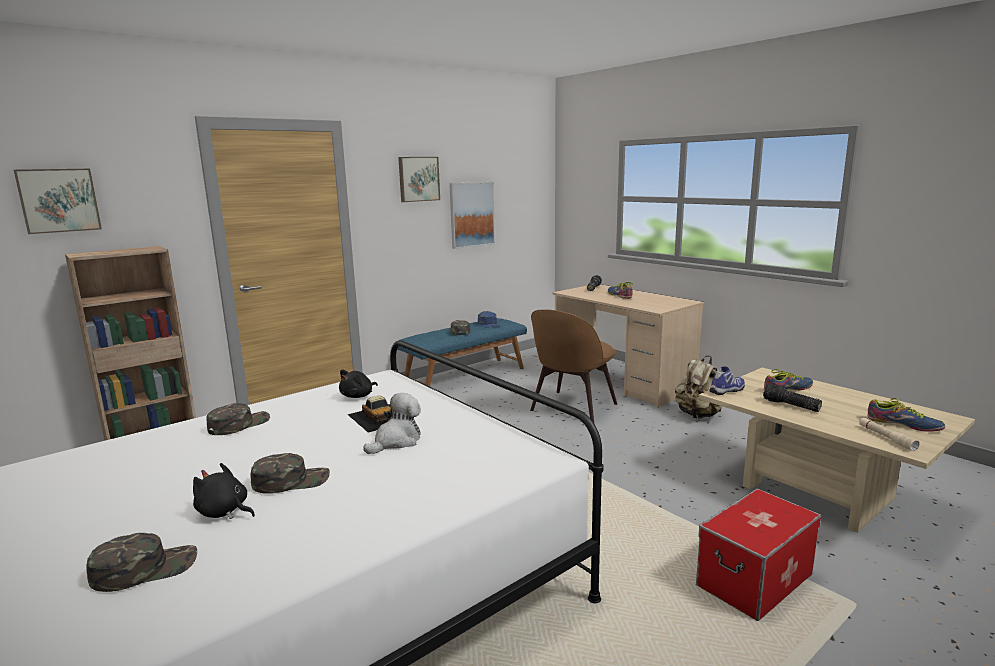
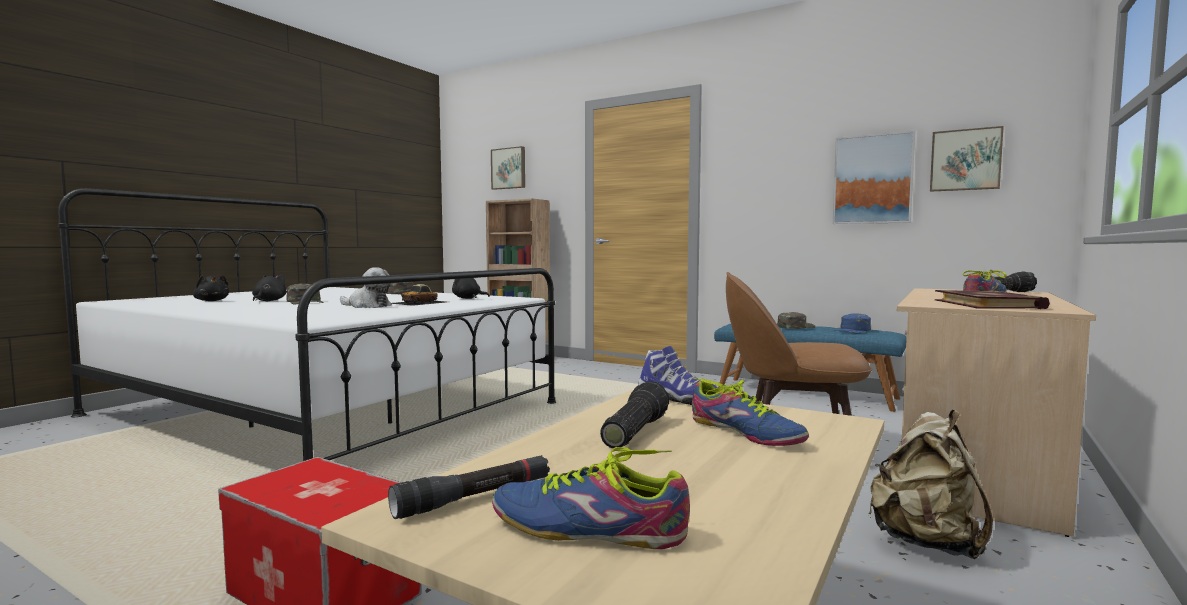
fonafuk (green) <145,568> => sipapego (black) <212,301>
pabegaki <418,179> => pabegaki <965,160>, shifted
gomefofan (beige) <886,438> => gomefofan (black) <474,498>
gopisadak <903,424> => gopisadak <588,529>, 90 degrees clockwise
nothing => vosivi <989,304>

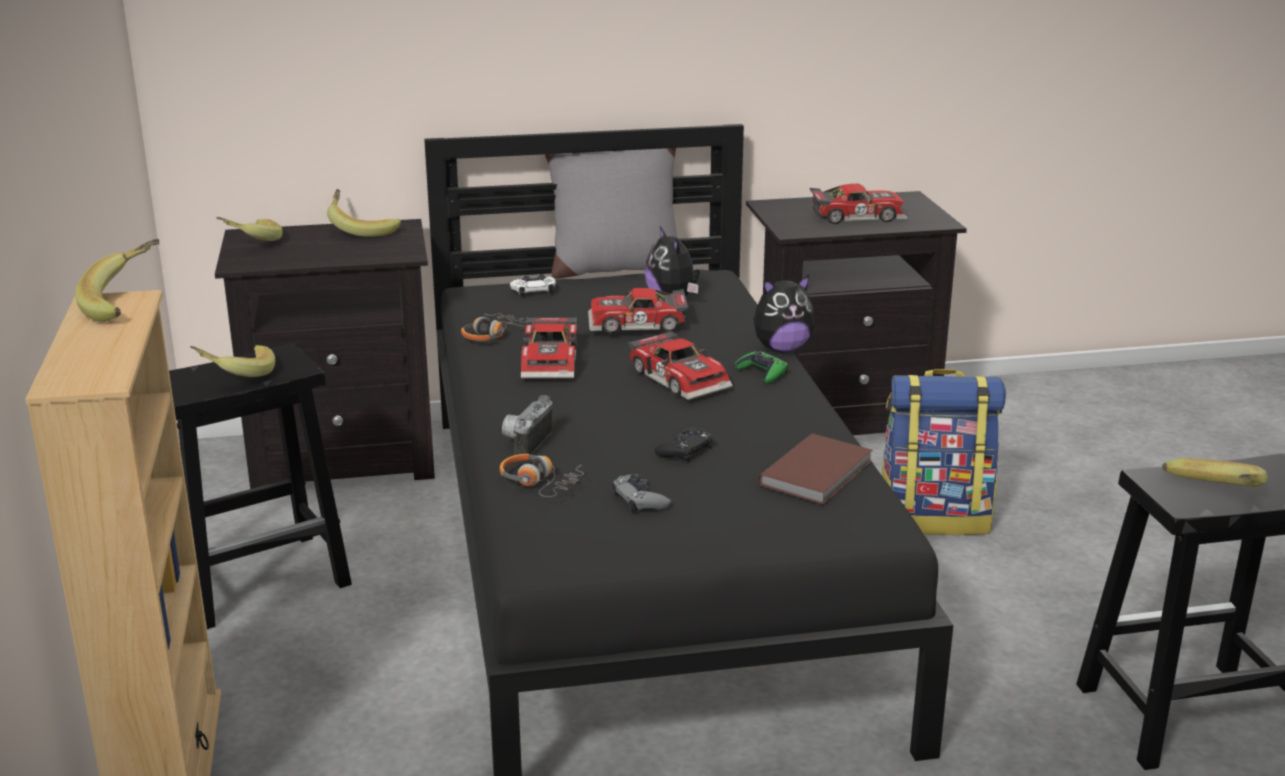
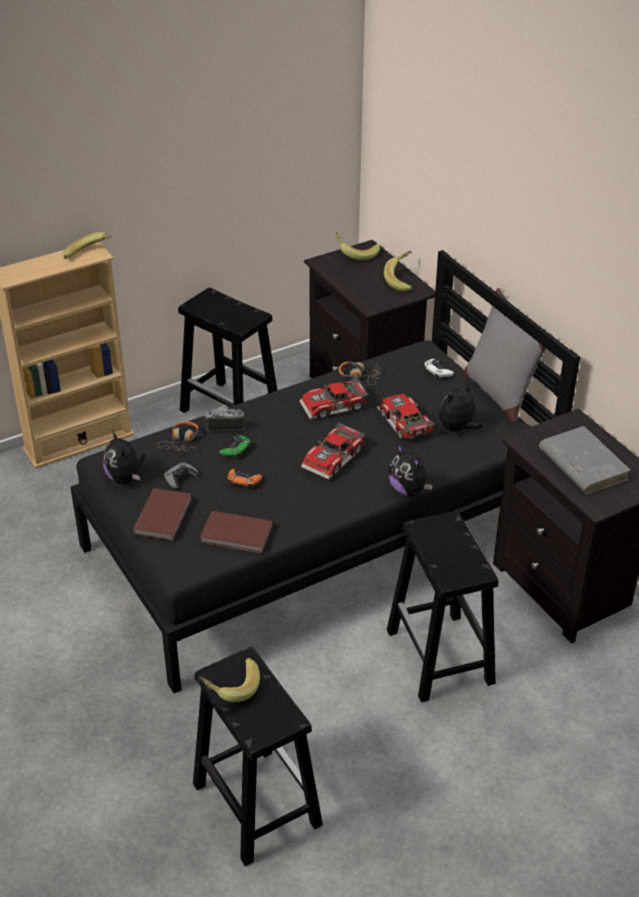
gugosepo <236,375> => nothing
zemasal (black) <685,450> => zemasal (orange) <243,481>
zemasal (green) <762,372> => zemasal (green) <236,450>, shifted
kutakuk <856,215> => vosivi (grey) <582,464>
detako <934,518> => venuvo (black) <441,658>
nothing => sipapego <125,478>
nothing => vosivi (brown) <164,516>

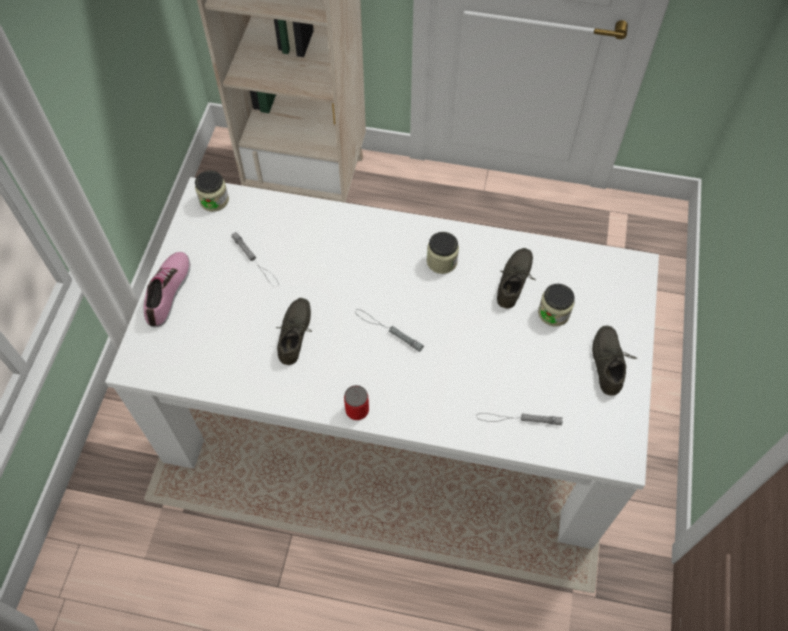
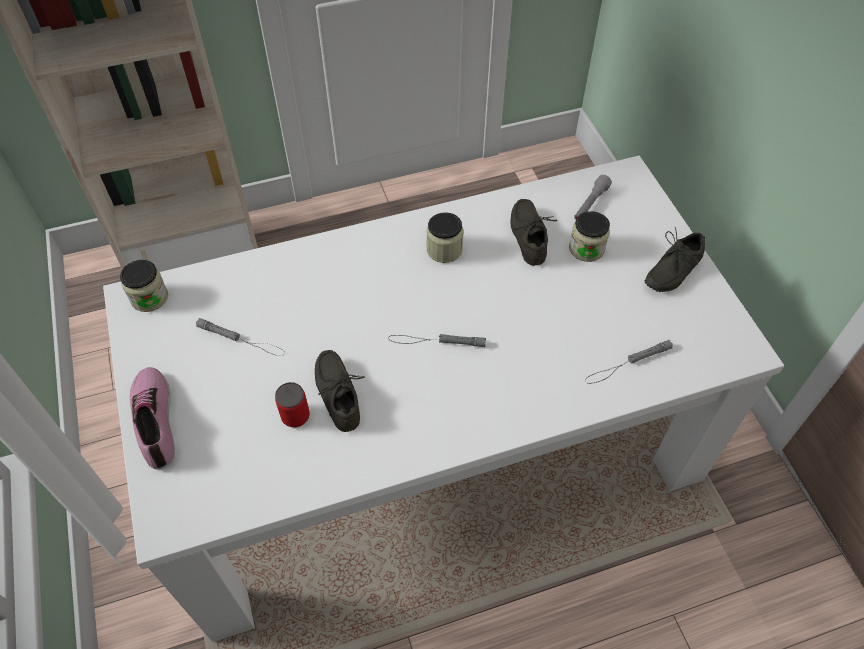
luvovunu <357,410> => luvovunu <295,416>, shifted
gopisadak (grey) <609,363> => gopisadak (grey) <670,269>, 105 degrees counterclockwise
nothing => gomefofan (grey) <590,204>

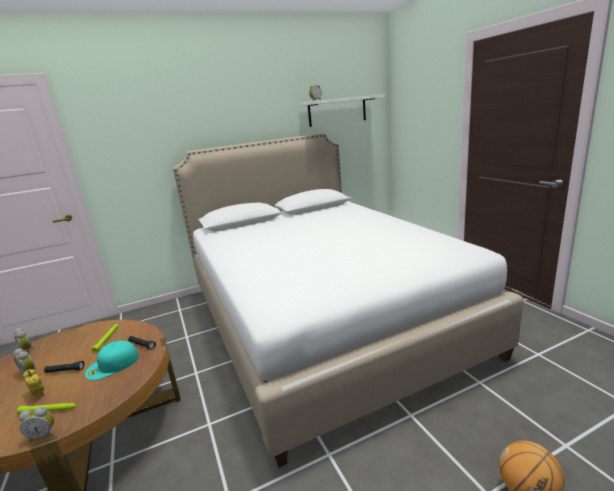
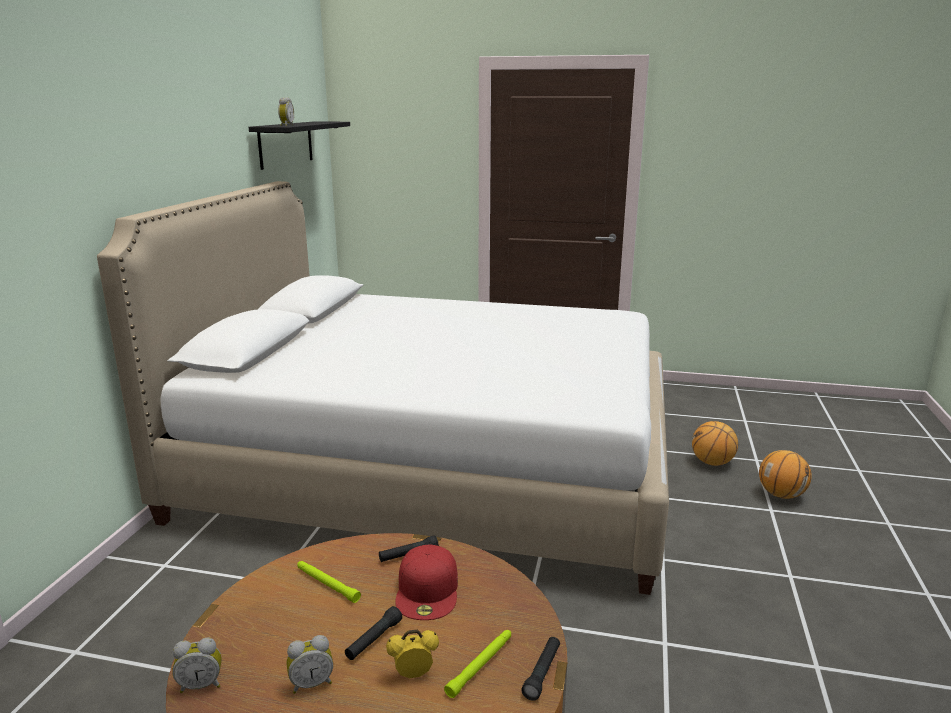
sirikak <43,435> => gomefofan (black) <542,673>
fonafuk (turquoise) <112,365> => fonafuk (red) <428,590>
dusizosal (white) <337,111> => dusizosal (black) <286,144>
nothing => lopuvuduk <712,463>

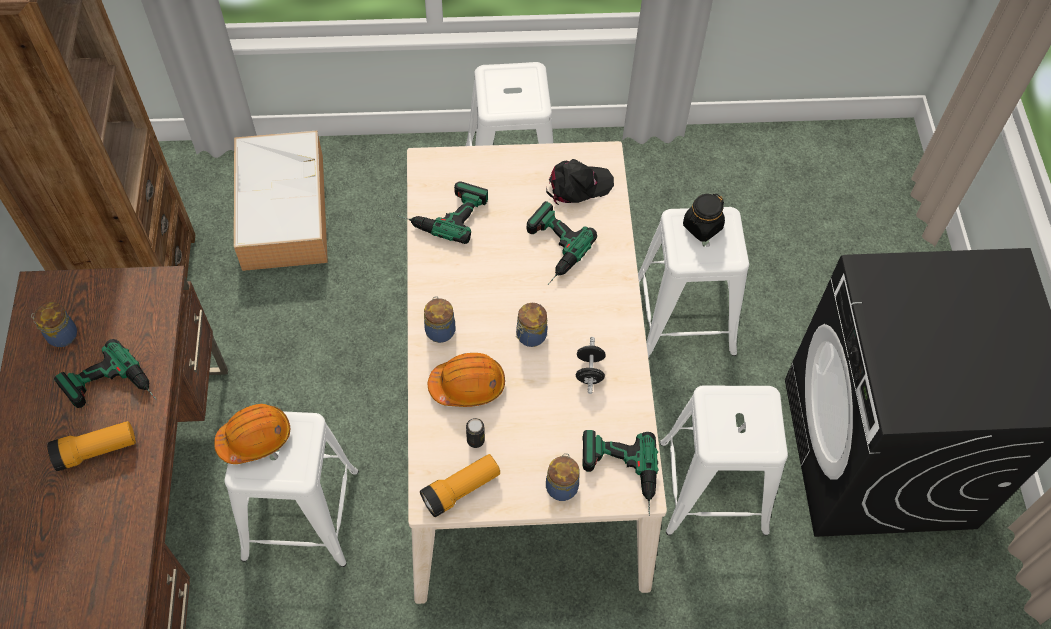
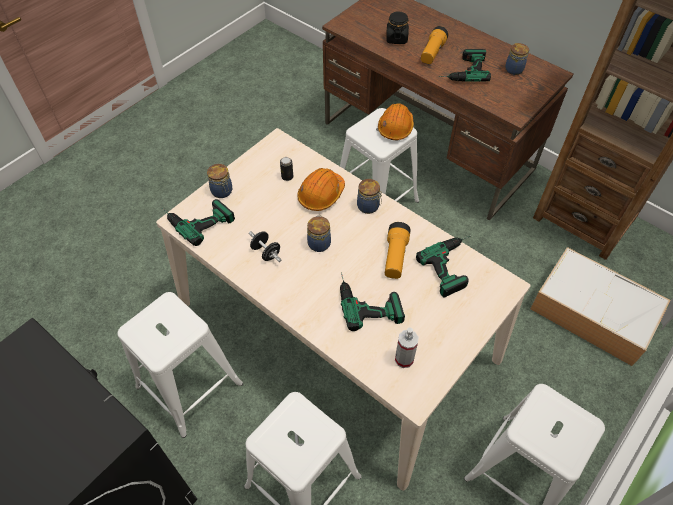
gomefofan <461,490> => gomefofan <395,256>, shifted
fonafuk (black) <578,186> => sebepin <404,359>
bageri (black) <702,227> => bageri (black) <396,38>, shifted

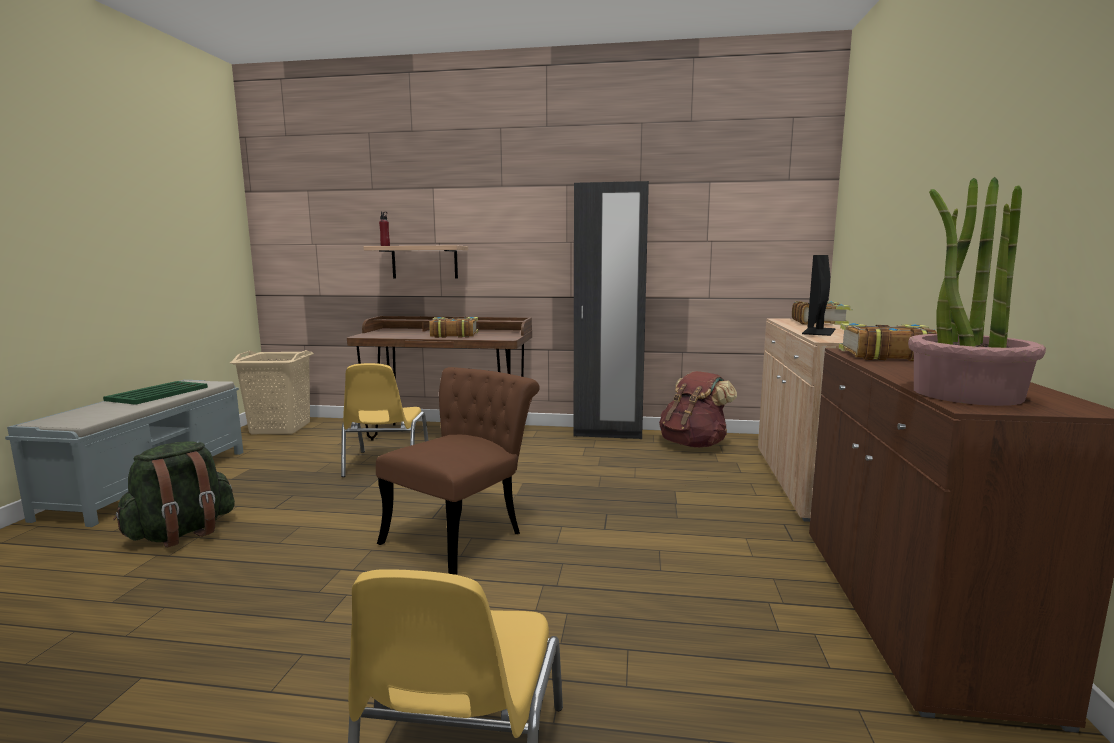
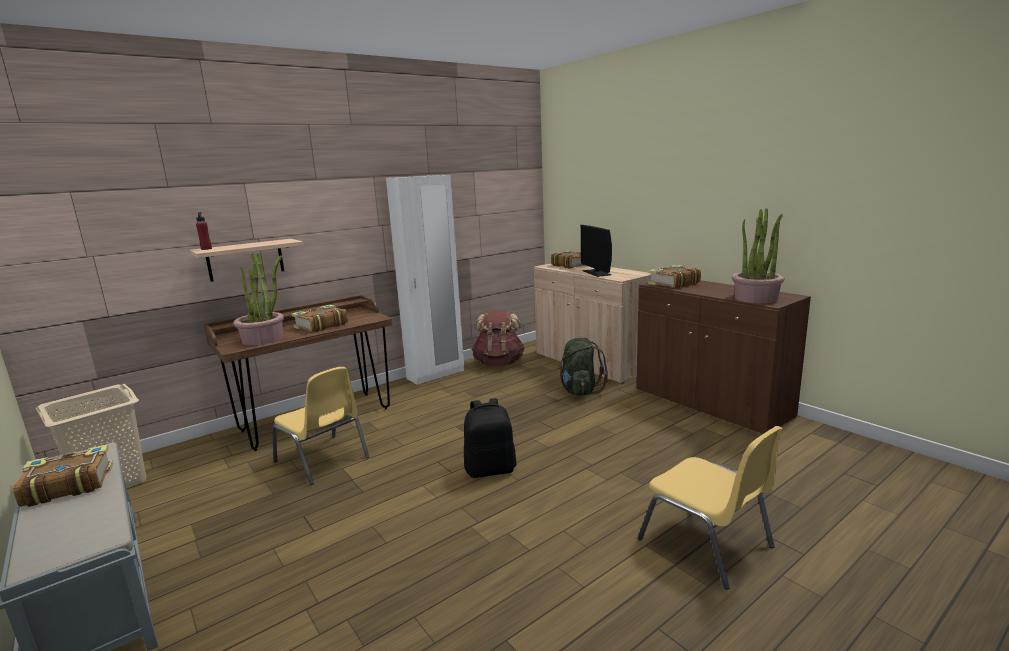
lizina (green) <157,394> => vosivi <67,486>
detako (green) <182,533> => detako (green) <579,391>, shifted
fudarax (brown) <462,533> => detako (black) <490,469>
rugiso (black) <608,434> => rugiso (white) <436,374>
nothing => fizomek <263,339>

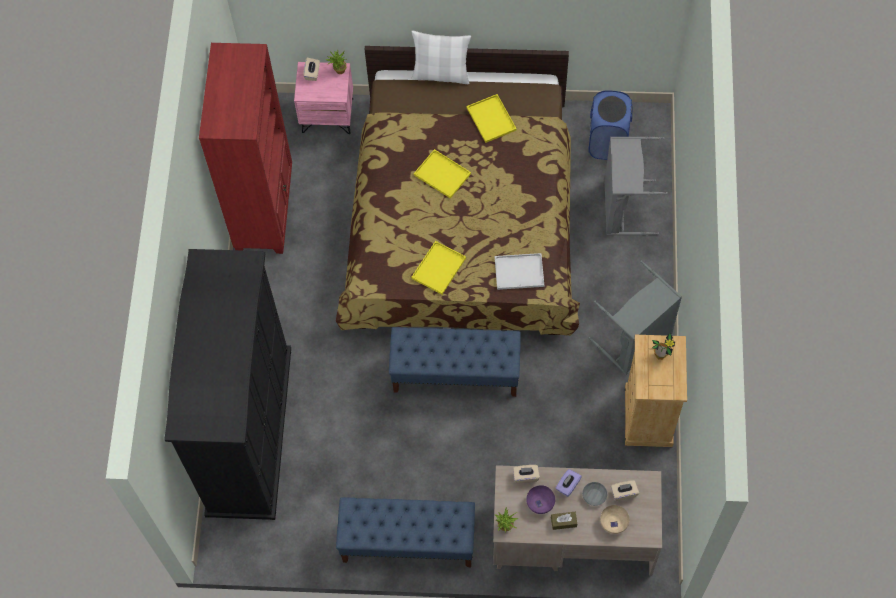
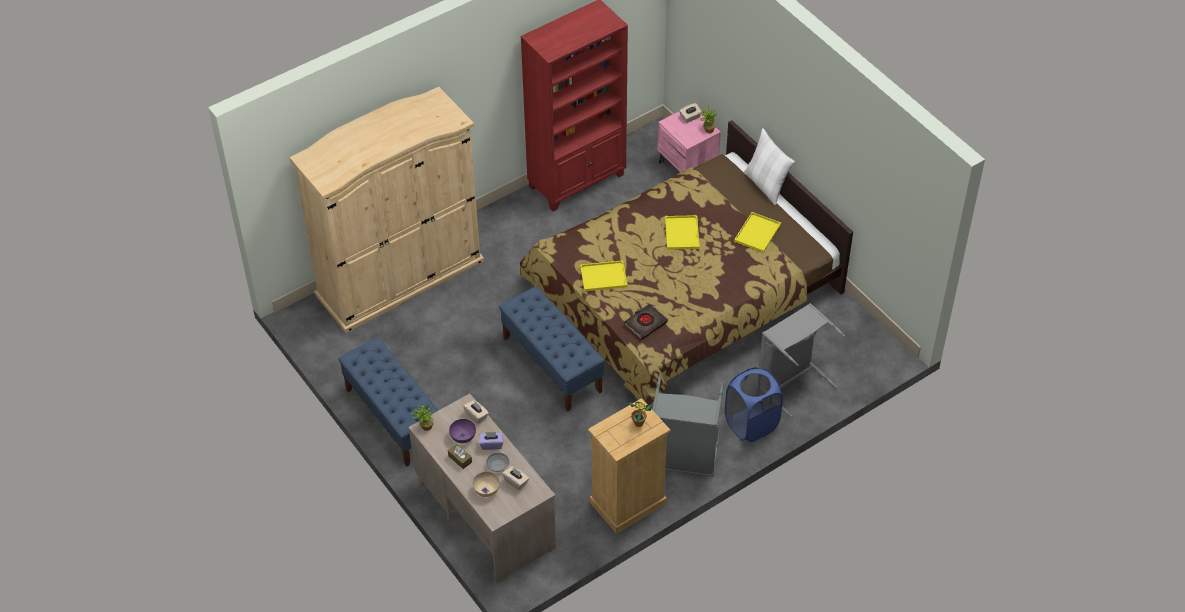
rugiso (black) <248,430> => rugiso (beige) <399,277>
lizina (white) <518,272> => vosivi (black) <645,323>
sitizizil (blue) <607,142> => sitizizil (blue) <751,424>, shifted

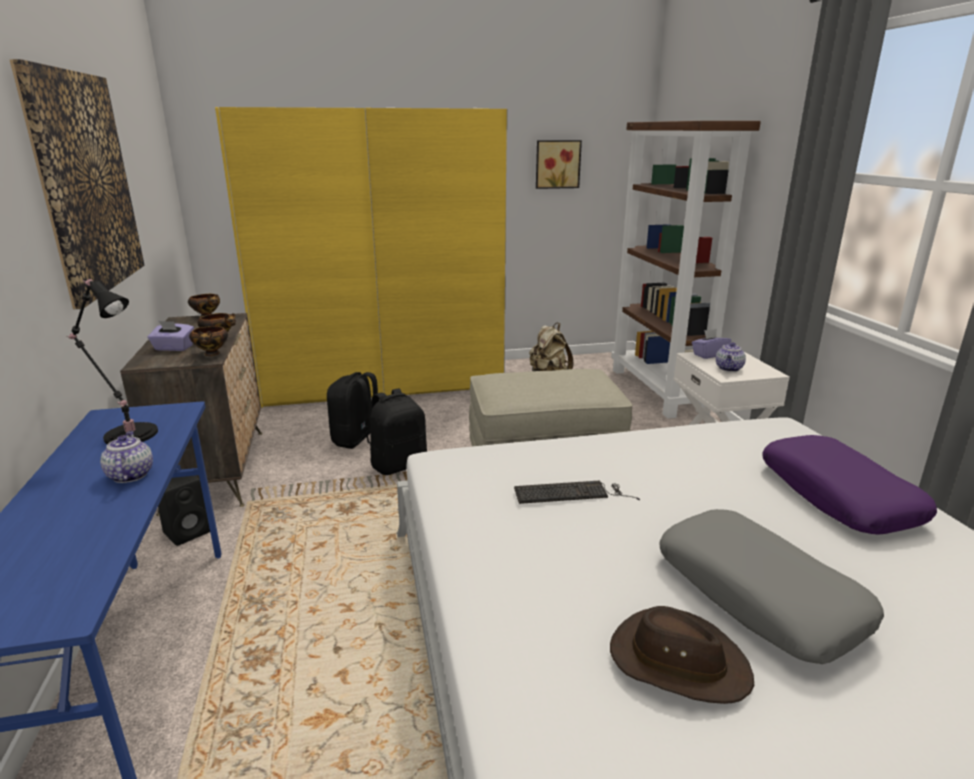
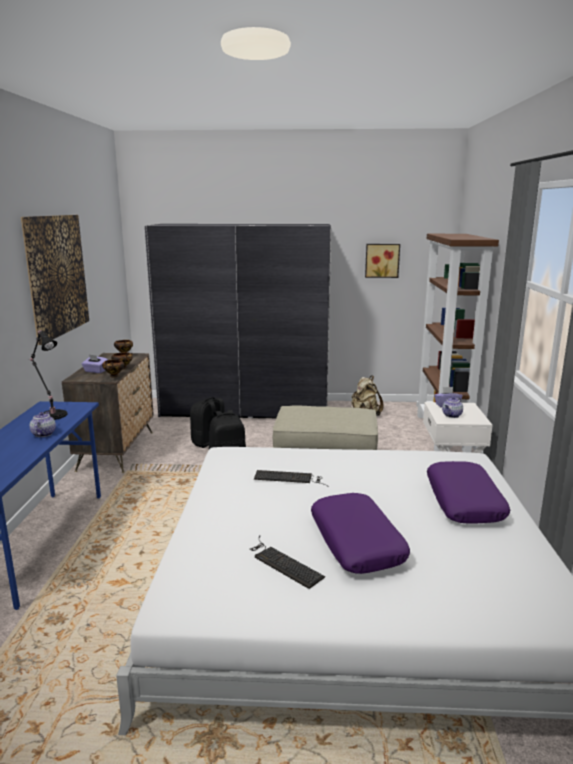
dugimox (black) <189,531> => nothing
rugiso (yellow) <384,383> => rugiso (grey) <245,409>
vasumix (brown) <677,661> => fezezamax <282,562>
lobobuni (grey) <759,595> => lobobuni (purple) <357,542>

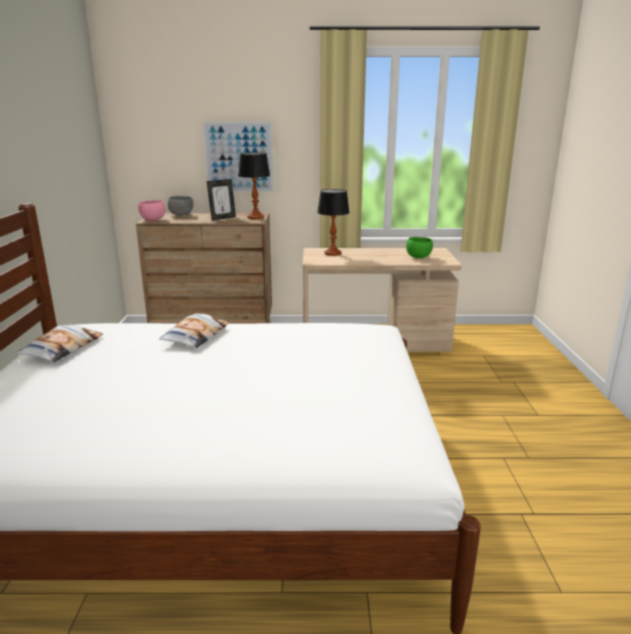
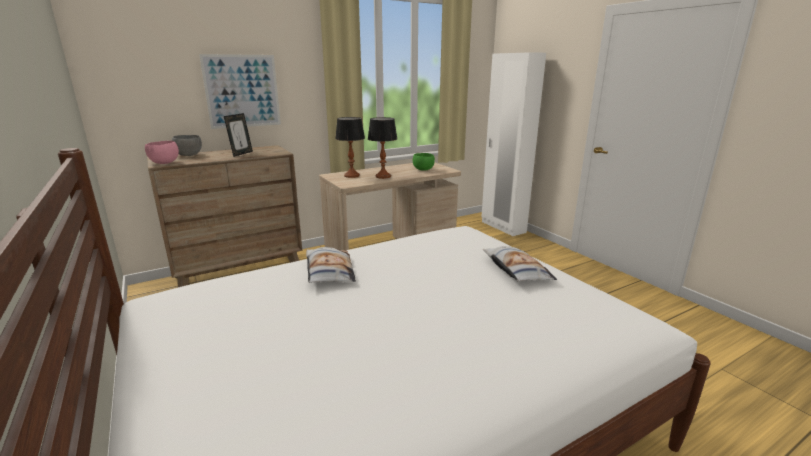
lobobuni <62,349> => lobobuni <516,270>, shifted
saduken <255,217> => saduken <383,176>, shifted
nothing => rugiso (white) <502,227>

